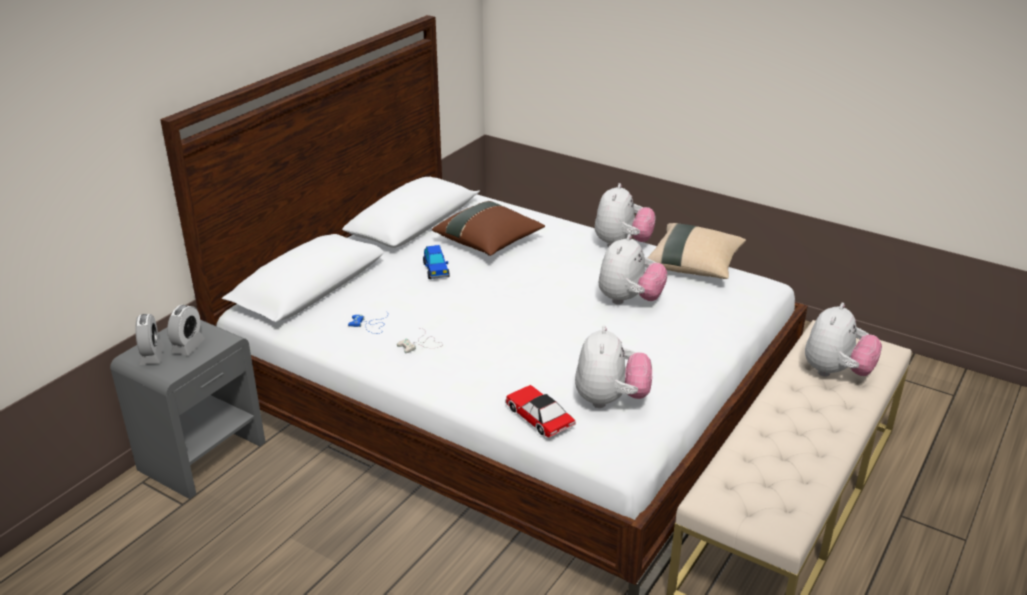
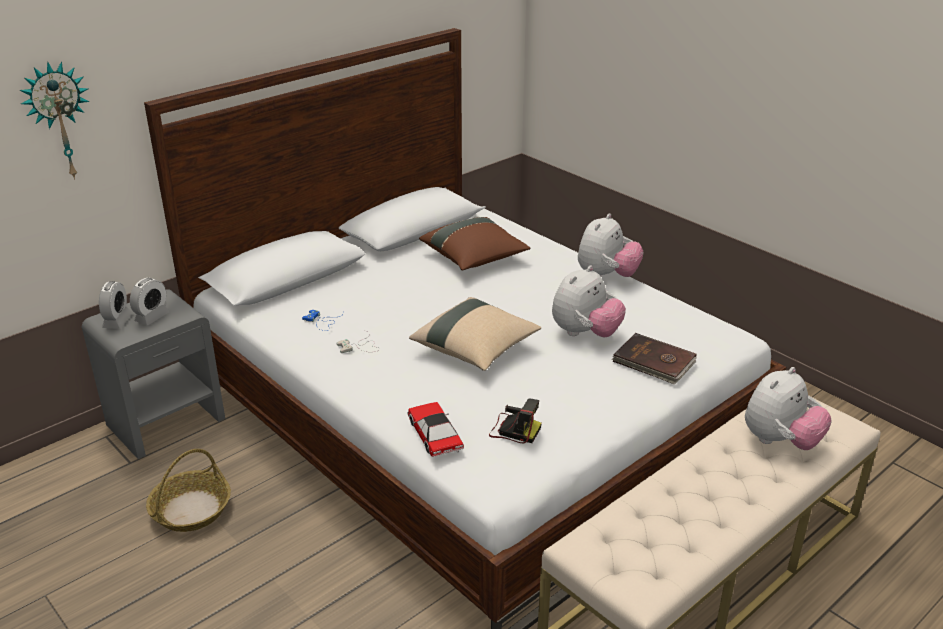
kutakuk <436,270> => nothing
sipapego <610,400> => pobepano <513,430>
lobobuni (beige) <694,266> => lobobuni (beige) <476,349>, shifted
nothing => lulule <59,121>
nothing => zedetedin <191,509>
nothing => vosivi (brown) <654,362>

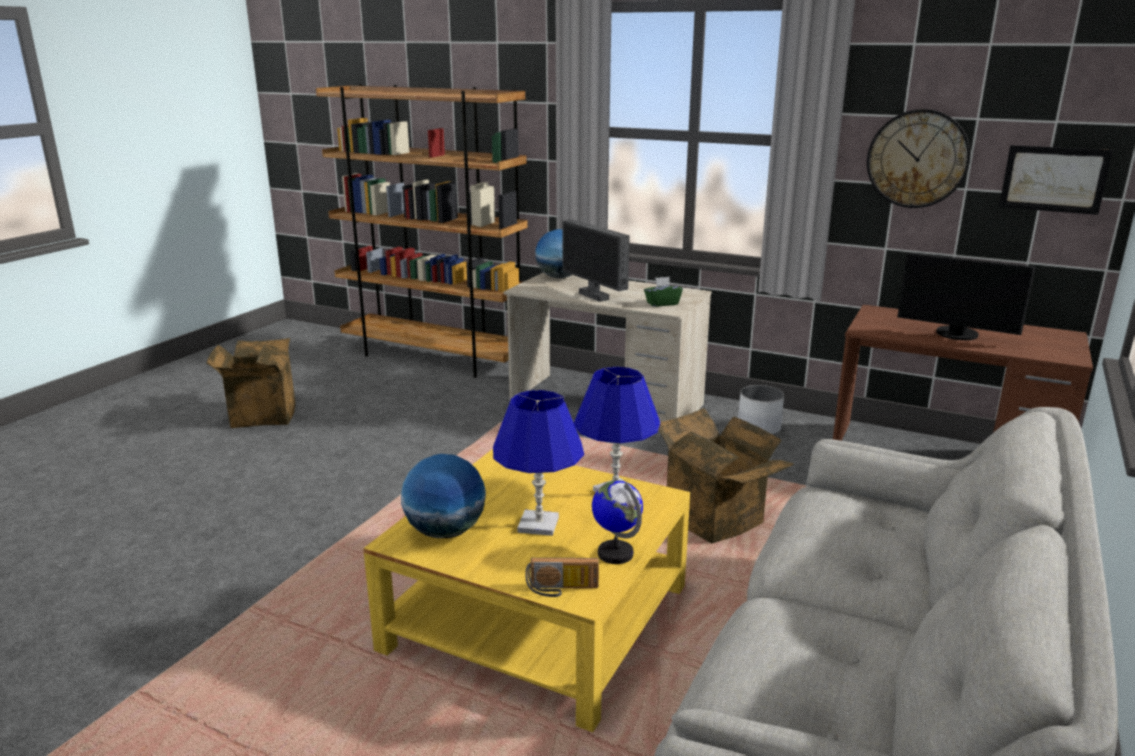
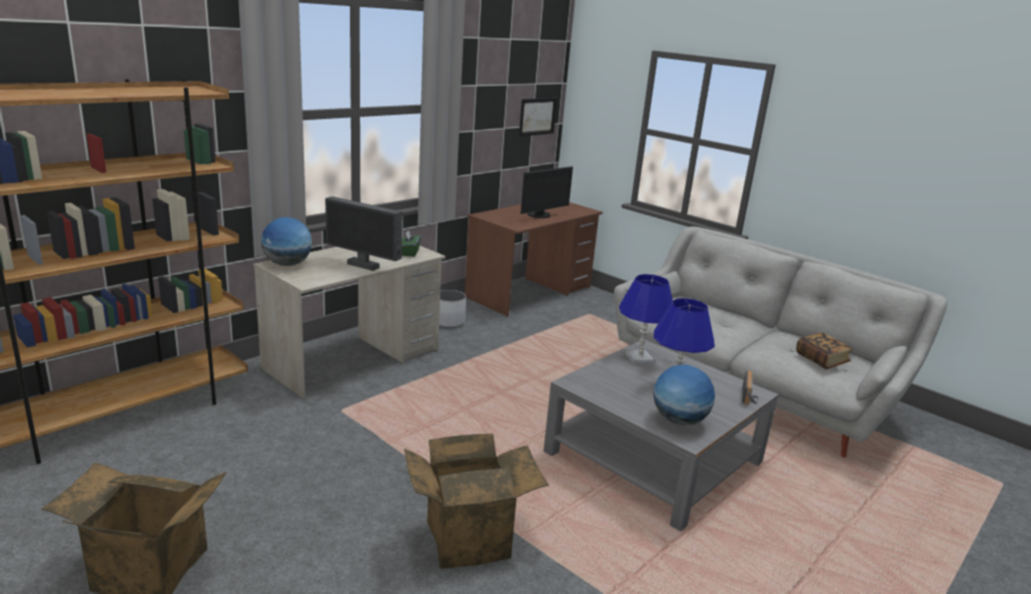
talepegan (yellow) <537,617> => talepegan (grey) <653,457>
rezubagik <595,296> => rezubagik <364,265>, 45 degrees clockwise
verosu <615,553> => nothing
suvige <718,517> => suvige <468,536>, shifted
lulule <917,159> => nothing
nothing => vosivi <821,360>

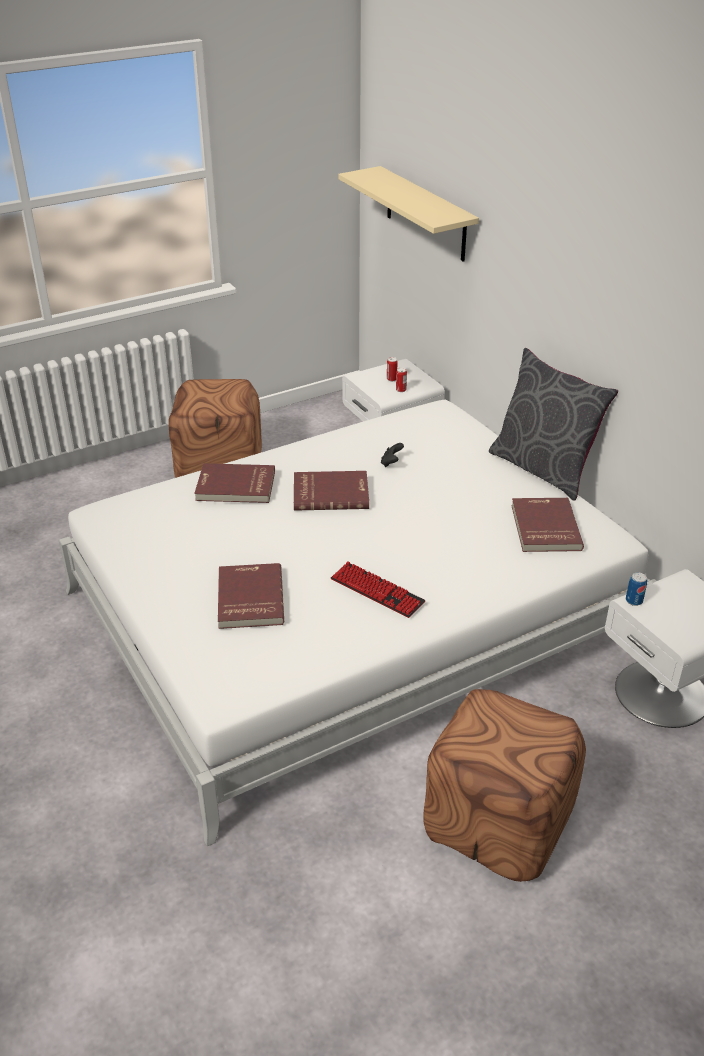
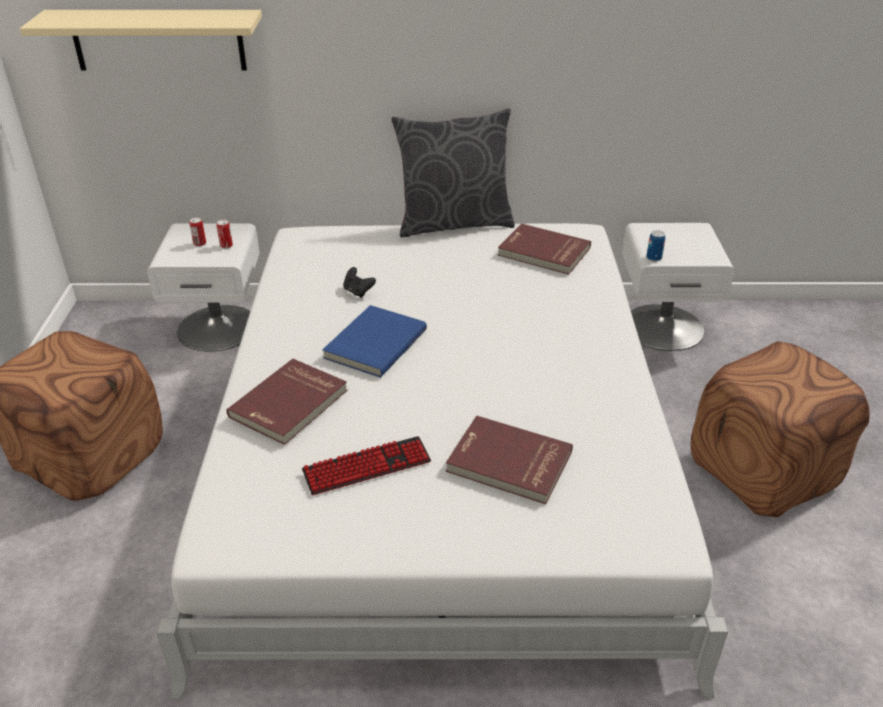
vosivi (red) <330,493> => vosivi (blue) <374,343>
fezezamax <377,591> => fezezamax <367,467>, shifted

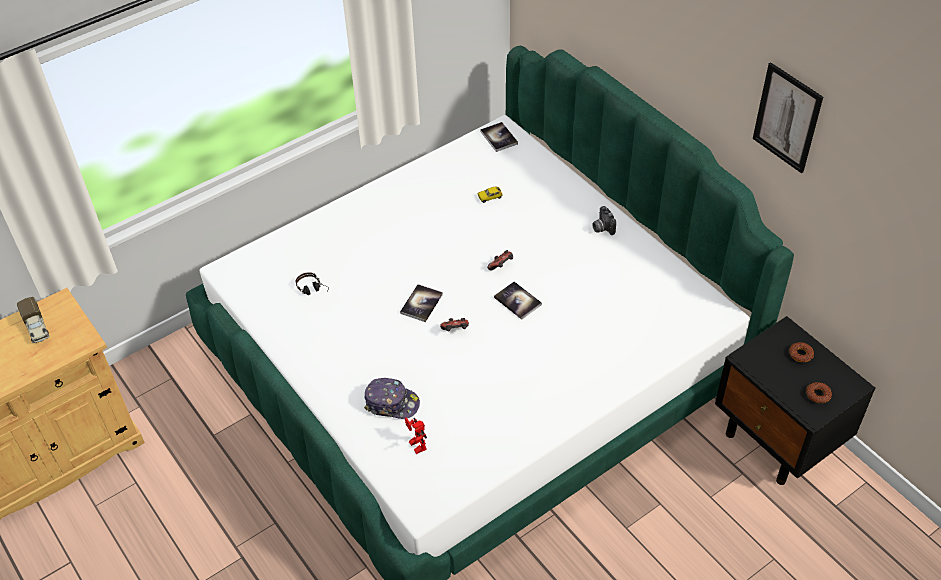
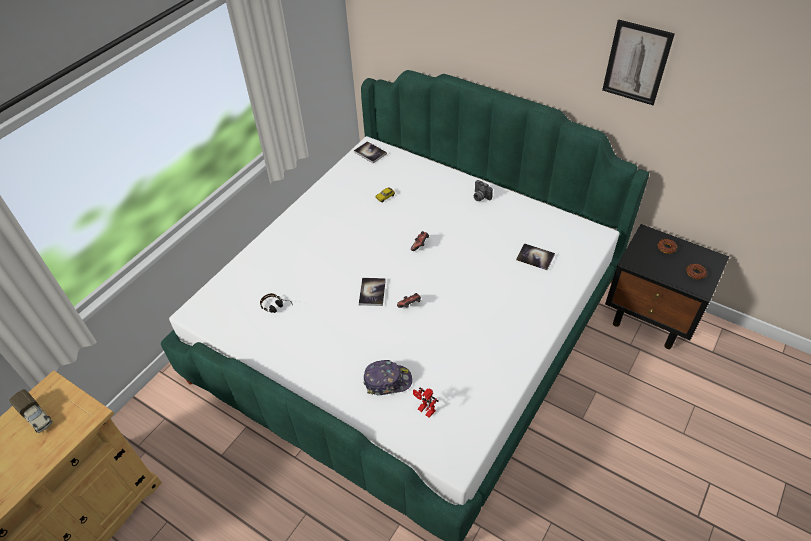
vosivi <517,301> => vosivi <535,257>, shifted

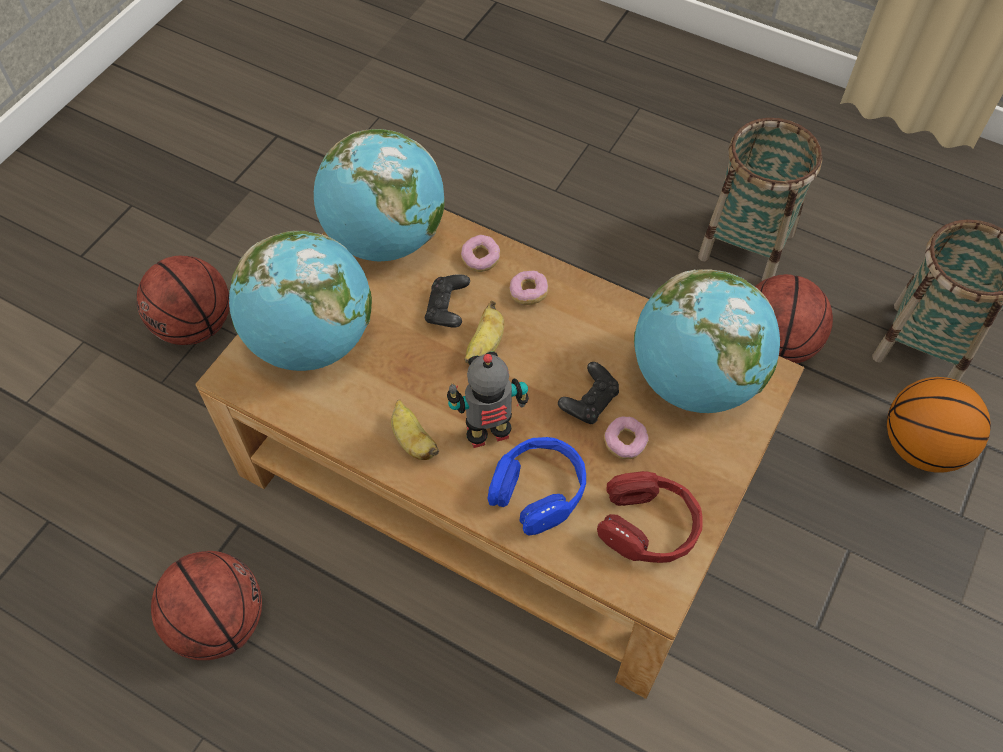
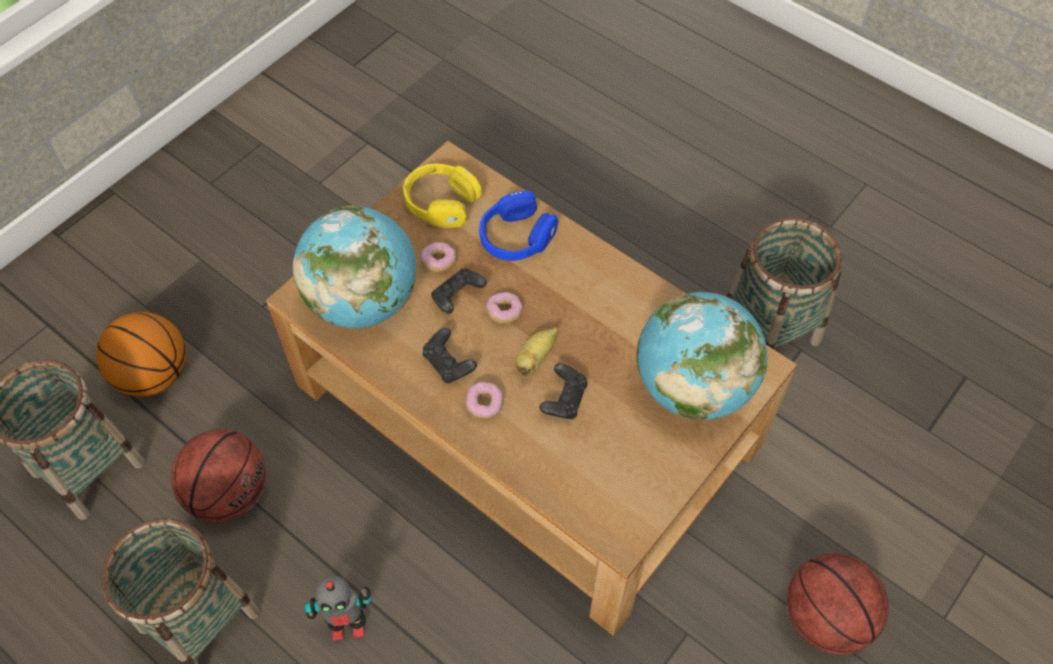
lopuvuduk <219,621> => zedetedin <769,330>
verosu <385,239> => nothing
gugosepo <413,441> => nothing
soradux <489,436> => soradux <348,625>, shifted
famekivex <480,259> => famekivex <504,312>, shifted
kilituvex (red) <648,526> => kilituvex (yellow) <441,203>
nothing => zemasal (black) <449,364>

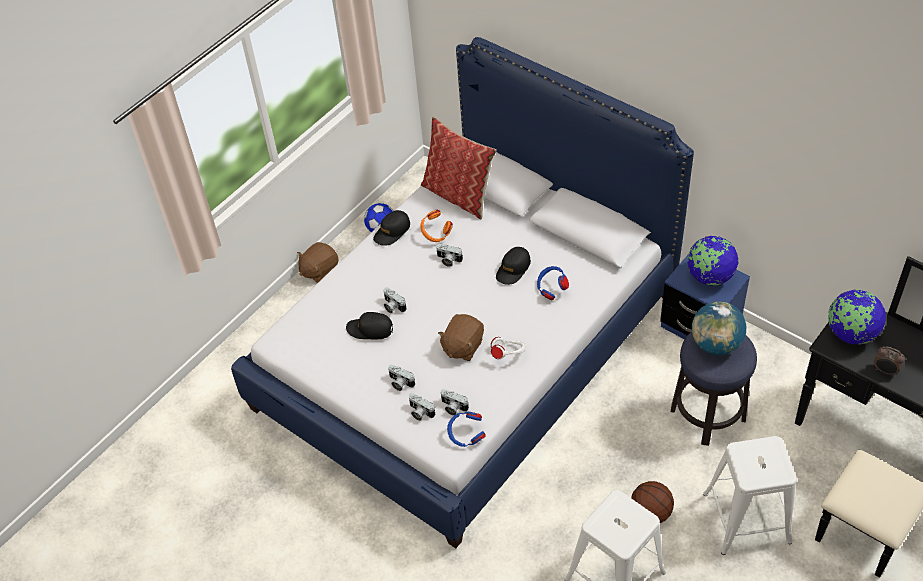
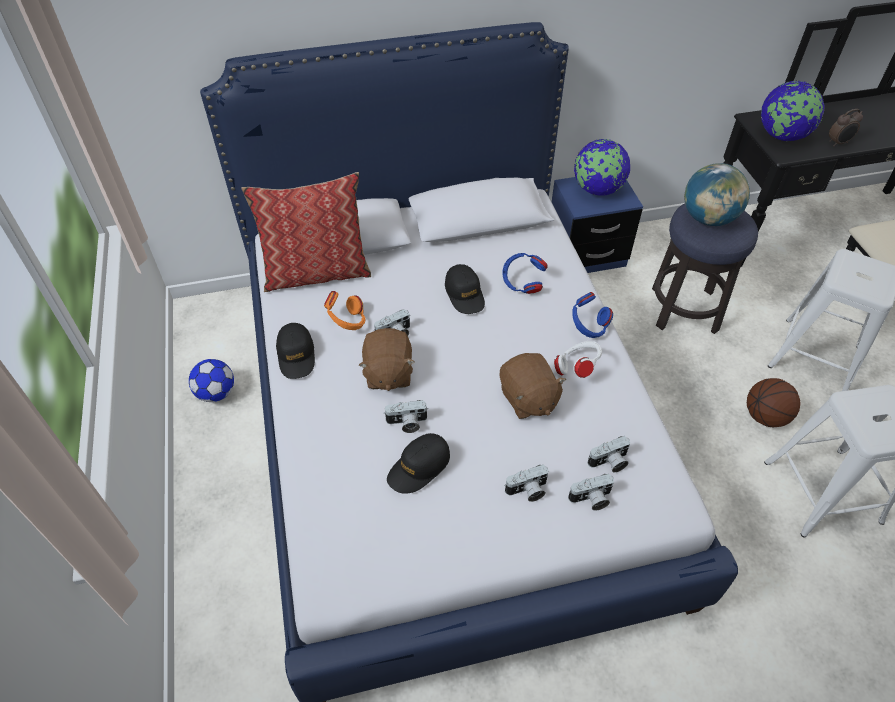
sipapego (brown) <319,270> => sipapego (brown) <388,373>, shifted
kilituvex (blue) <466,436> => kilituvex (blue) <588,327>, shifted

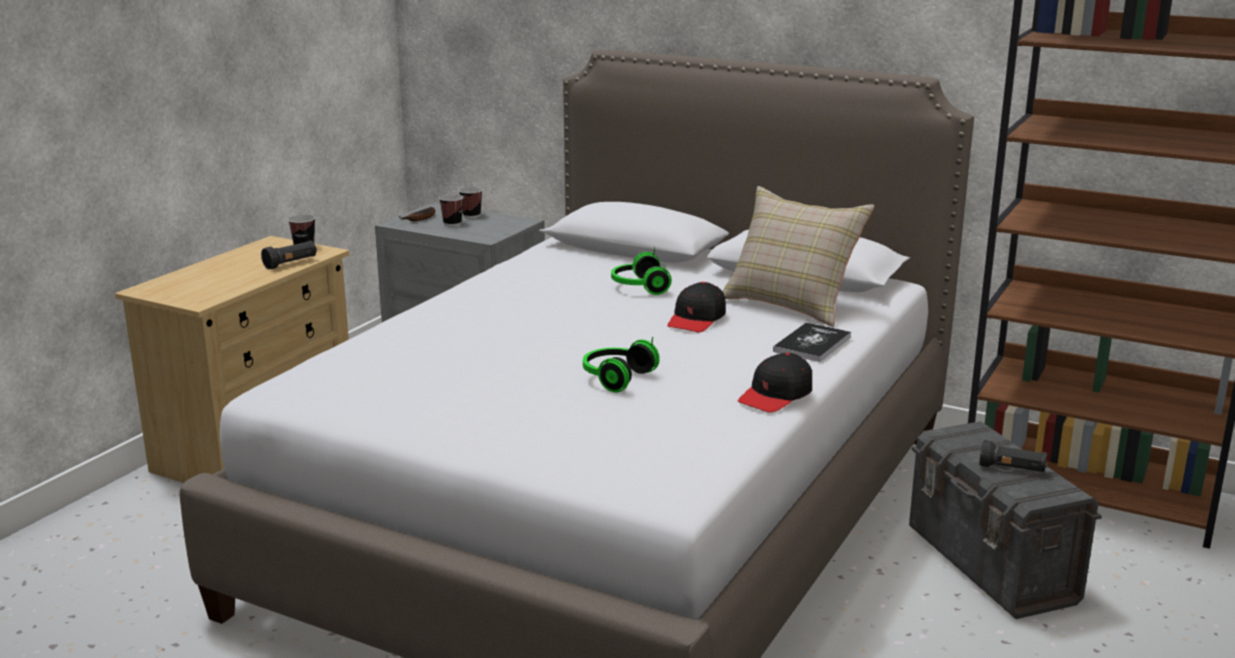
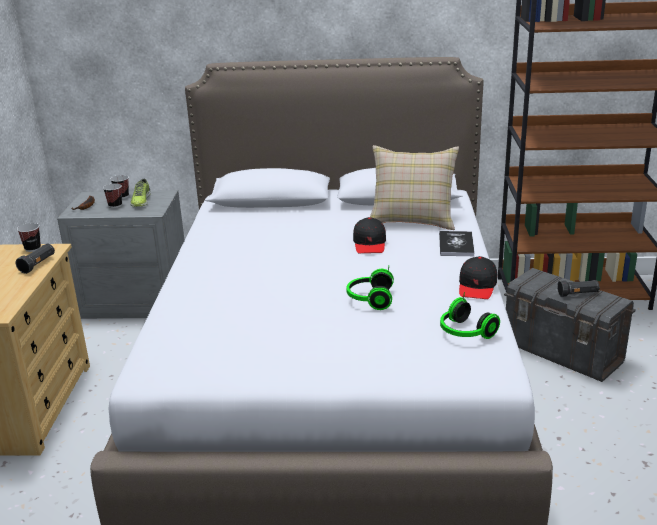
kilituvex <638,287> => kilituvex <464,333>, shifted
nothing => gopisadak <141,201>

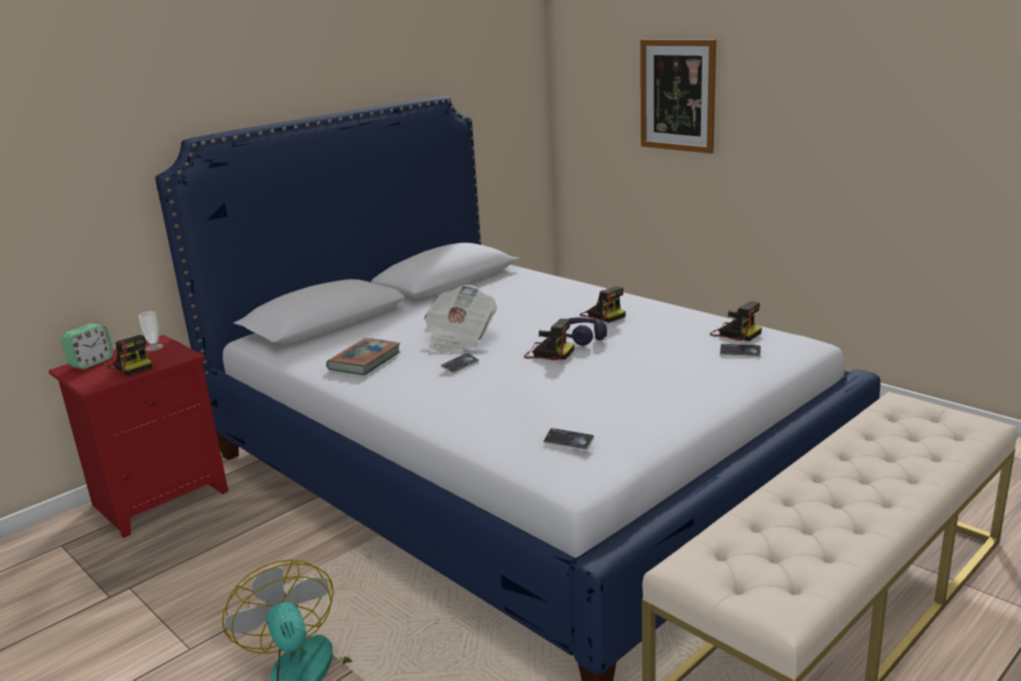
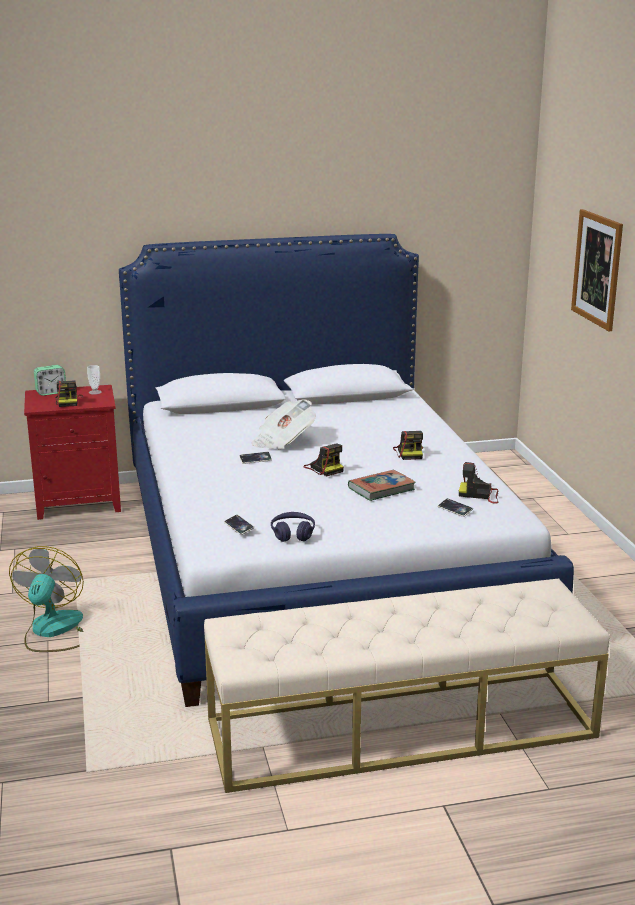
vosivi <364,361> => vosivi <381,489>, shifted
kilituvex (purple) <581,338> => kilituvex (purple) <293,533>, shifted
pobepano <734,333> => pobepano <480,495>, 120 degrees clockwise

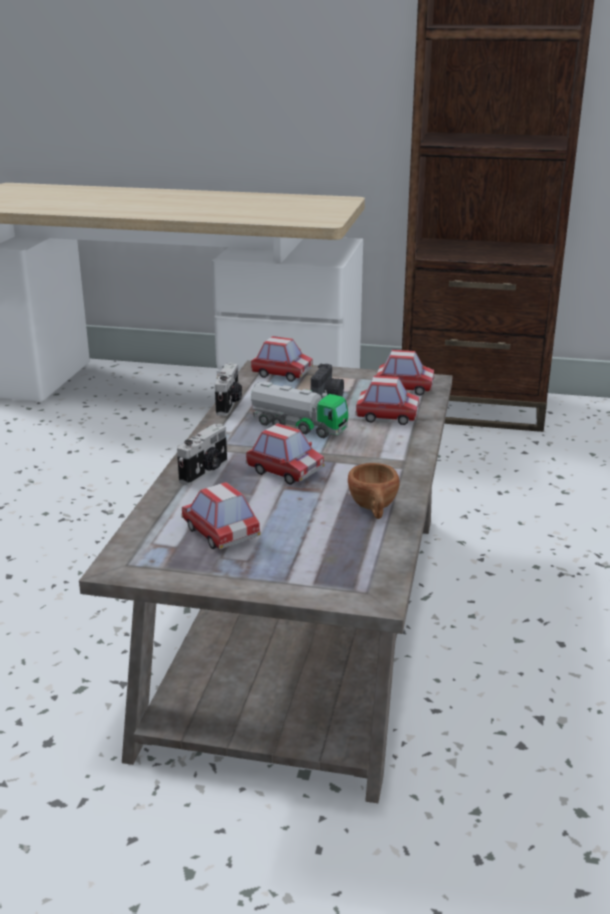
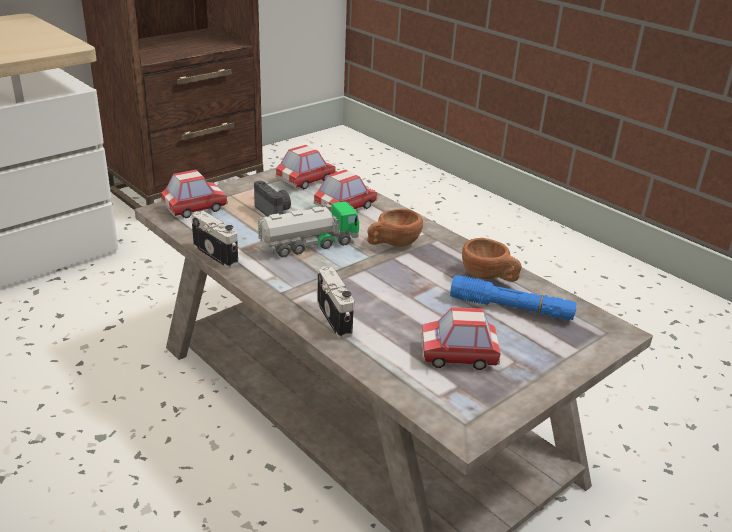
kutakuk <285,471> => nothing
nothing => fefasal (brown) <392,244>
nothing => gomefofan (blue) <511,308>

